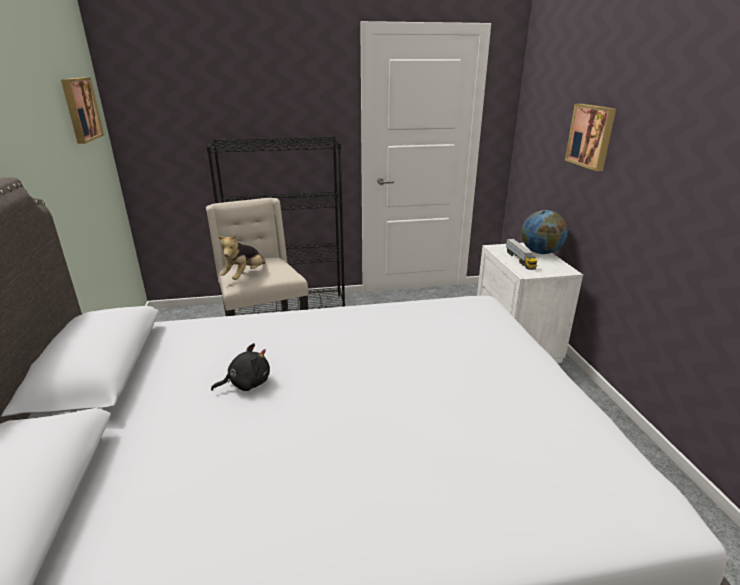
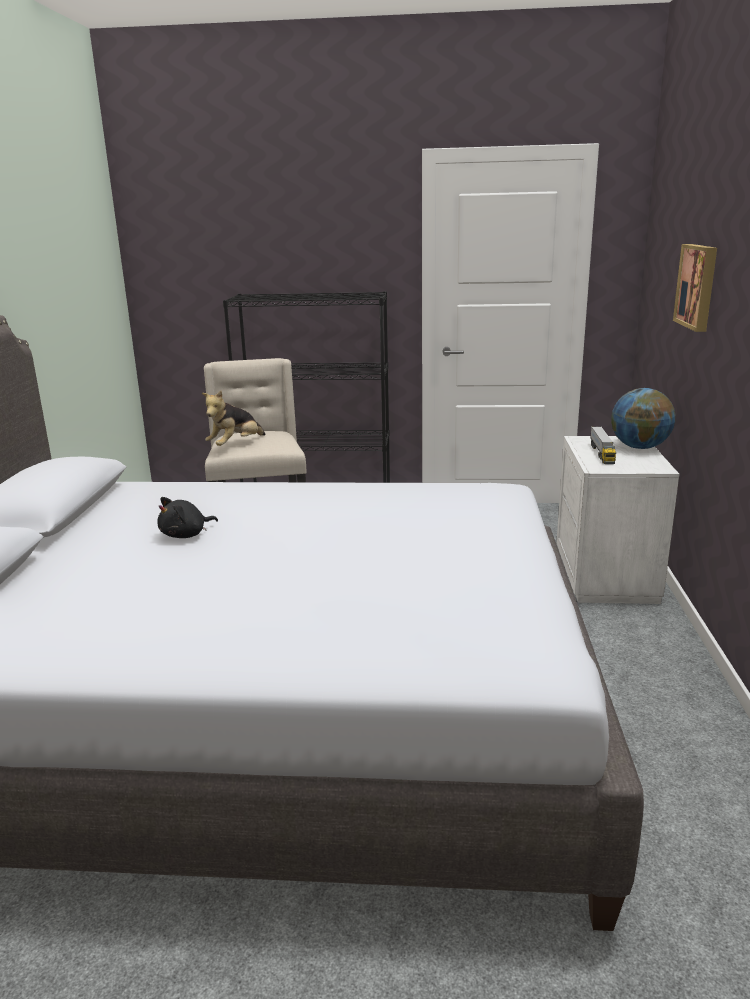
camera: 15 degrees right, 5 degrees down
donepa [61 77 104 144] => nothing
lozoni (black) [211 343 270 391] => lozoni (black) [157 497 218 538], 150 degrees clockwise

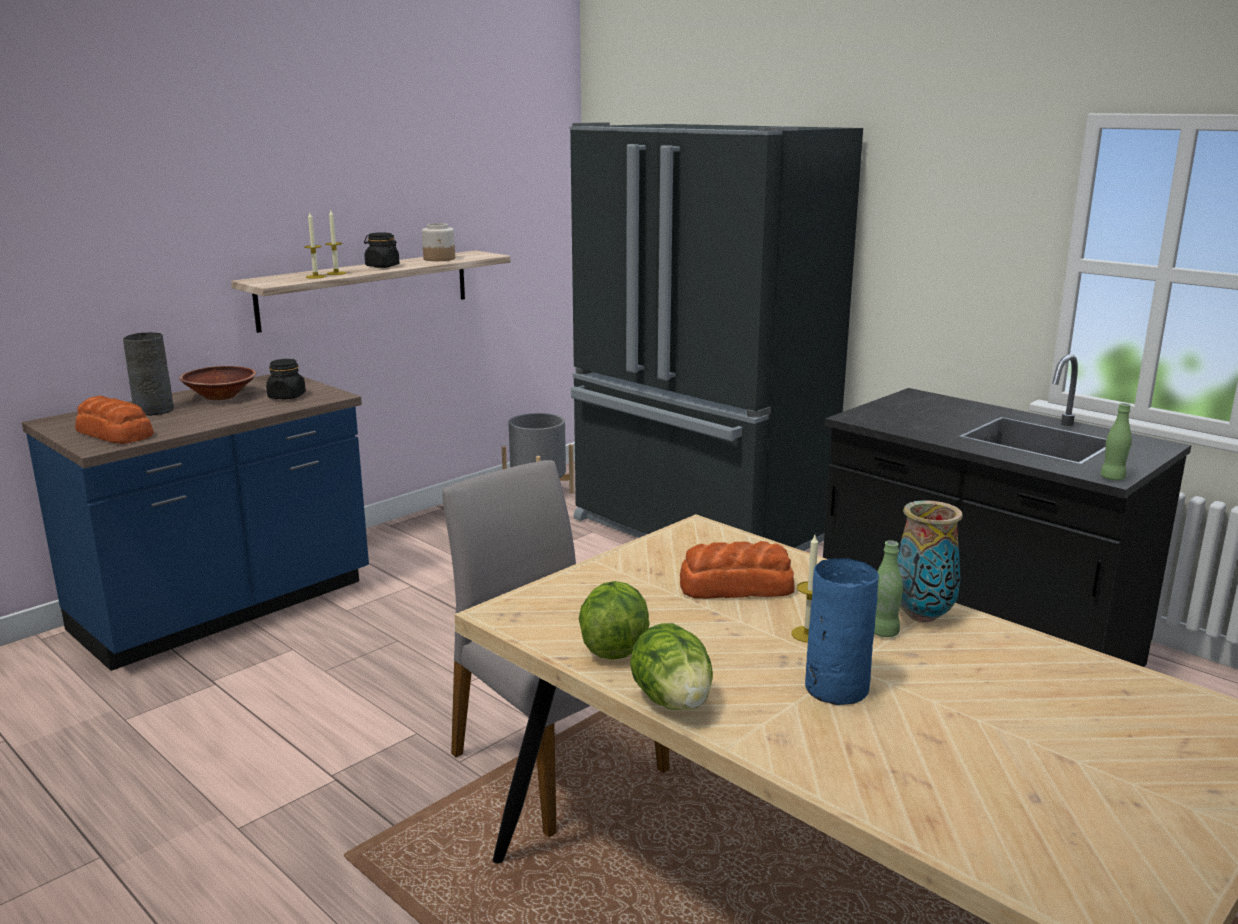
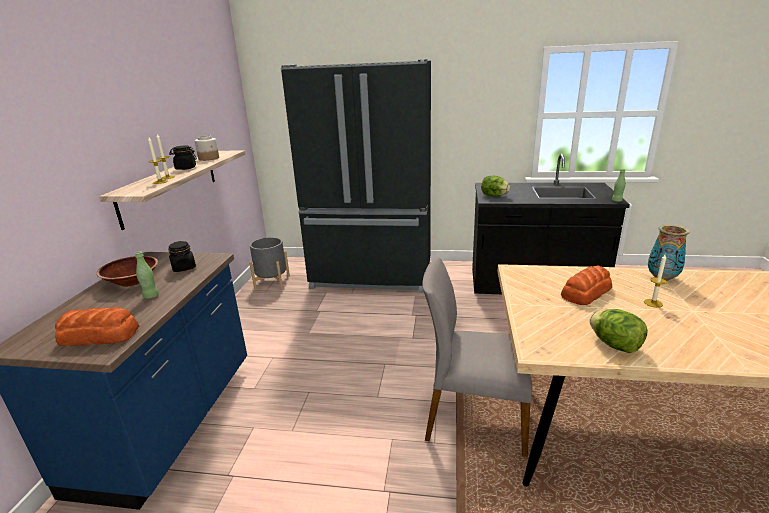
camera: 35 degrees left, 5 degrees up
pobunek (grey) [123 332 174 416] => nothing
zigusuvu [630 623 713 710] => zigusuvu [481 176 510 197], moved
pobunek (blue) [805 558 879 705] => nothing
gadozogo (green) [874 540 903 637] => gadozogo (green) [135 251 159 299], moved

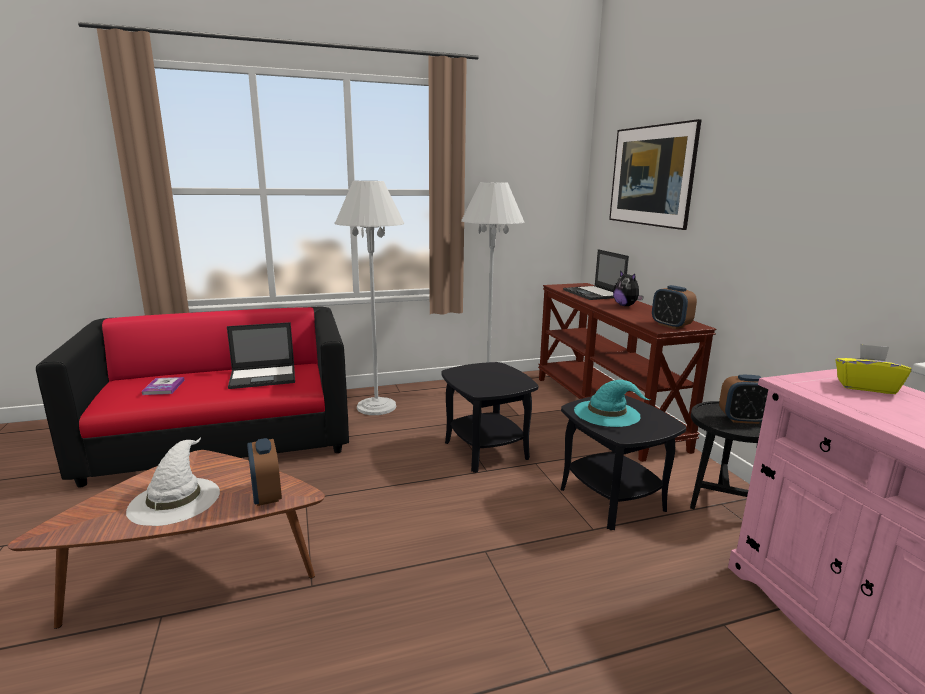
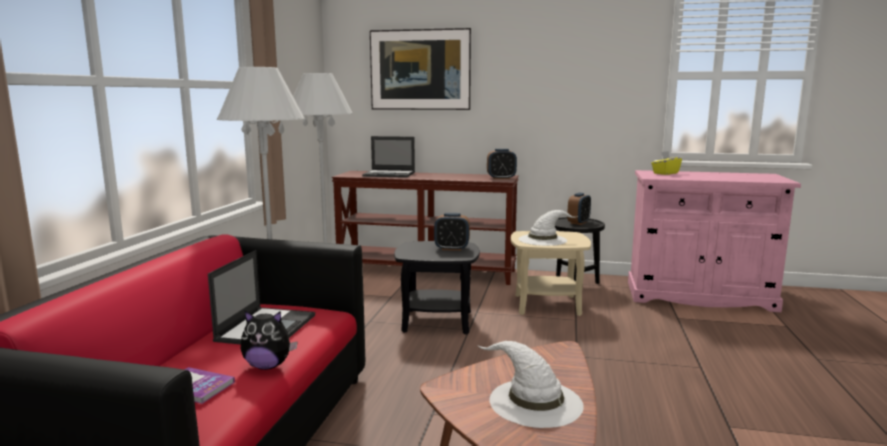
camera: 60 degrees left, 5 degrees down
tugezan [247 438 282 506] => tugezan [434 213 470 251], moved
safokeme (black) [561 395 686 530] => safokeme (beige) [510 231 591 316]
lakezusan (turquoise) [574 380 650 427] => lakezusan (white) [518 210 578 246]
lozoni [613 270 644 306] => lozoni [241 310 298 370], moved

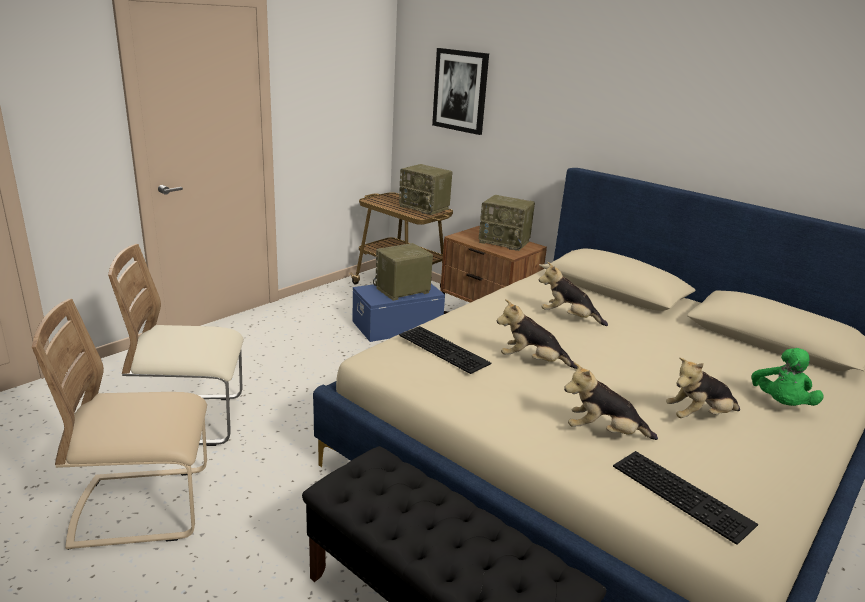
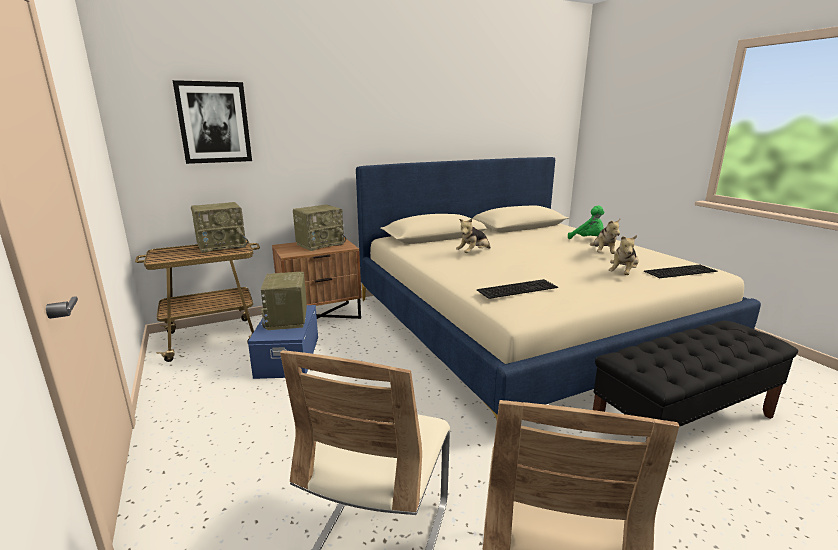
camera: 65 degrees left, 5 degrees down
lozoni [497 299 577 369] => nothing

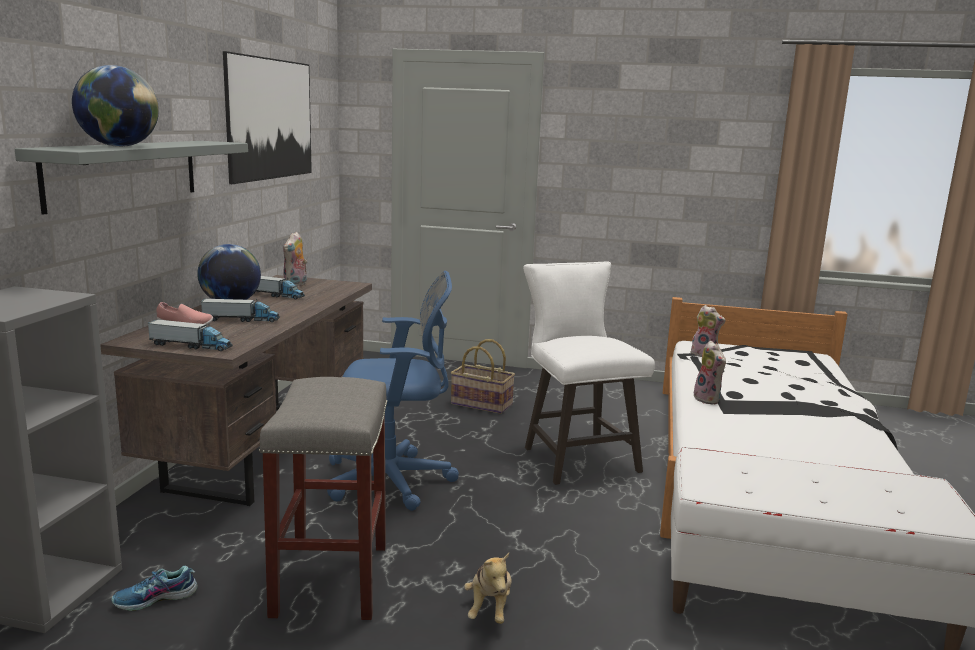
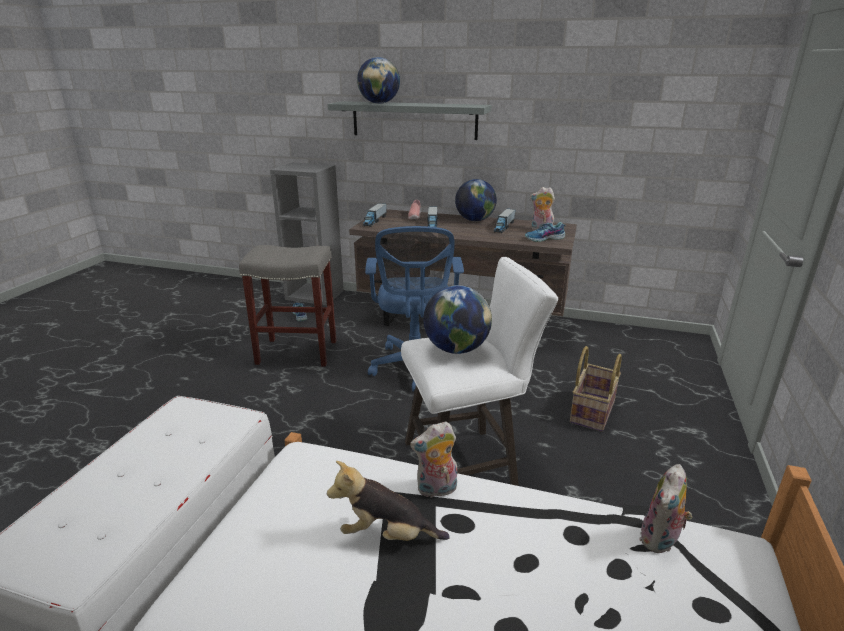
camera: 95 degrees right, 10 degrees up
donepa [223 51 312 184] => nothing
lozoni [464 553 512 624] => lozoni [327 461 450 541], moved
nothing => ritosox [423 285 492 354]
nothing => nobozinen [525 222 566 242]

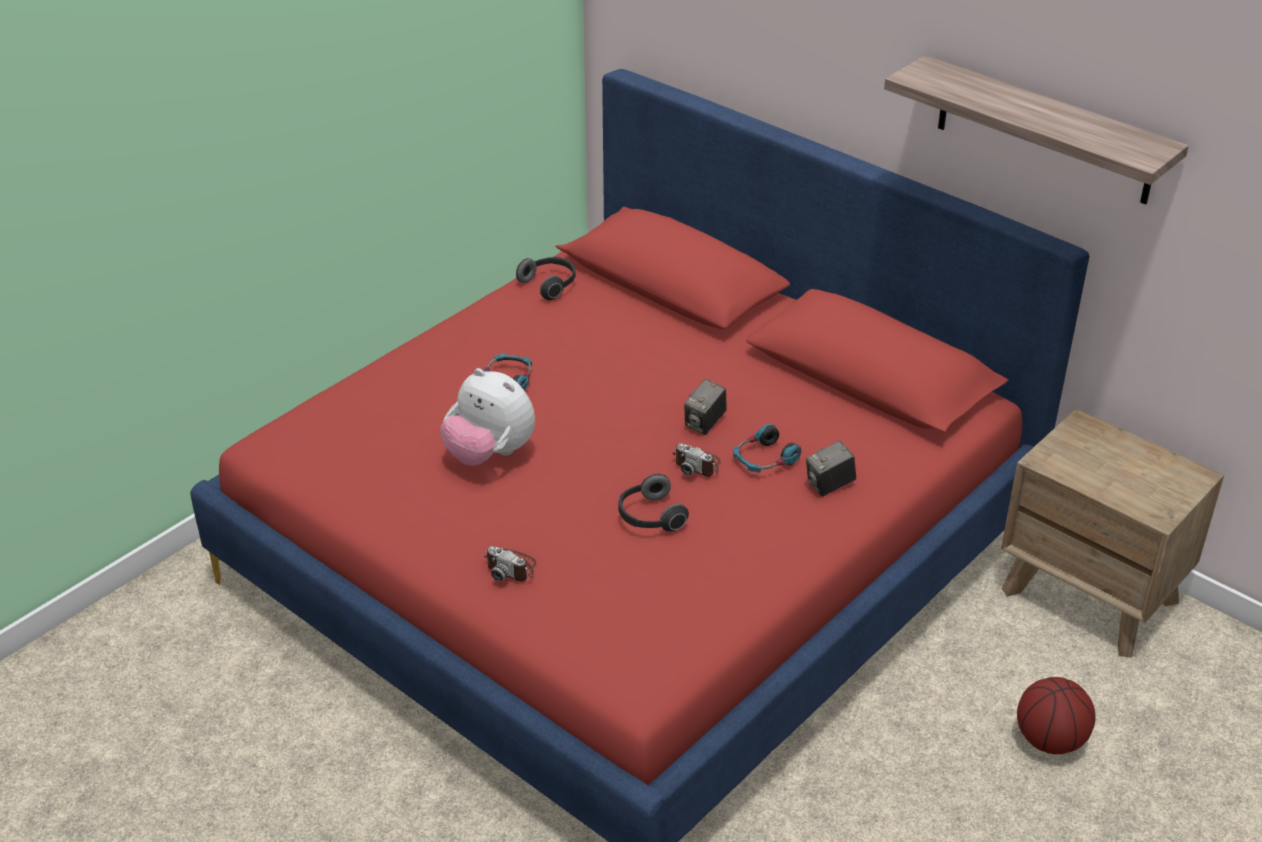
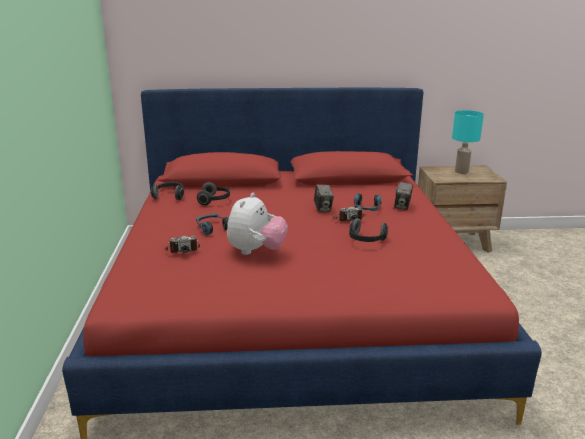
camera: 45 degrees left, 15 degrees down
lozoni [440 368 535 465] => lozoni [227 193 288 255], 60 degrees counterclockwise
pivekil [484 546 537 582] => pivekil [165 235 200 253], moved
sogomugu [884 55 1189 205] => nothing
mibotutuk [1017 677 1096 754] => nothing
nothing => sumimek [197 182 230 205]
nothing => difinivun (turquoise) [452 110 484 174]

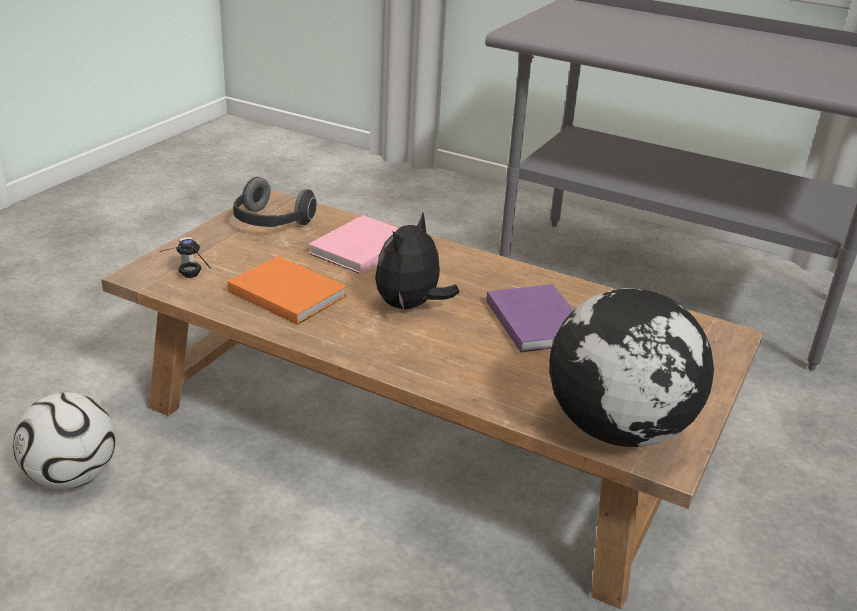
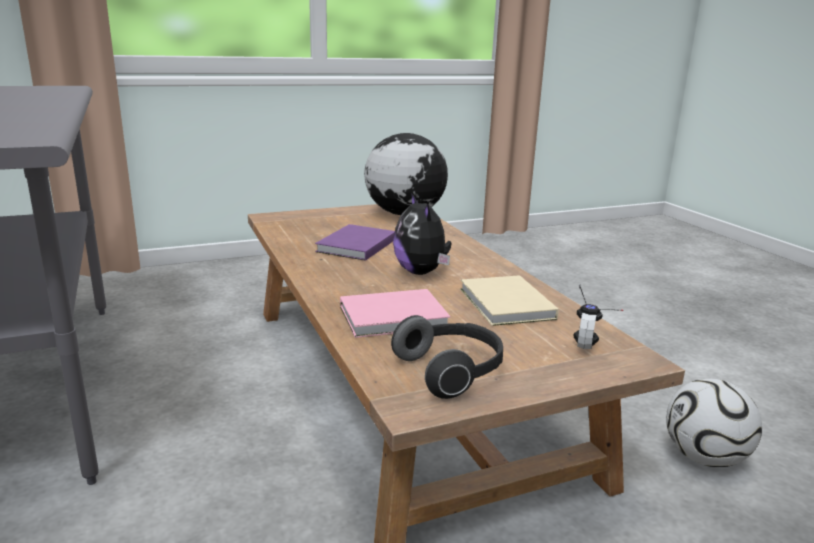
camera: 140 degrees left, 10 degrees down
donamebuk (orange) [227 256 347 325] => donamebuk (beige) [460 275 559 326]
lozoni [375 212 460 309] => lozoni [393 193 452 275], 90 degrees clockwise

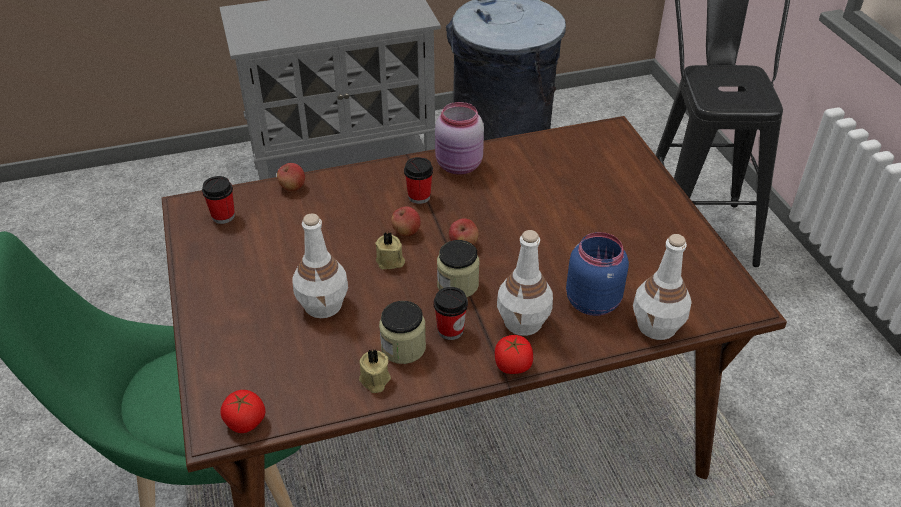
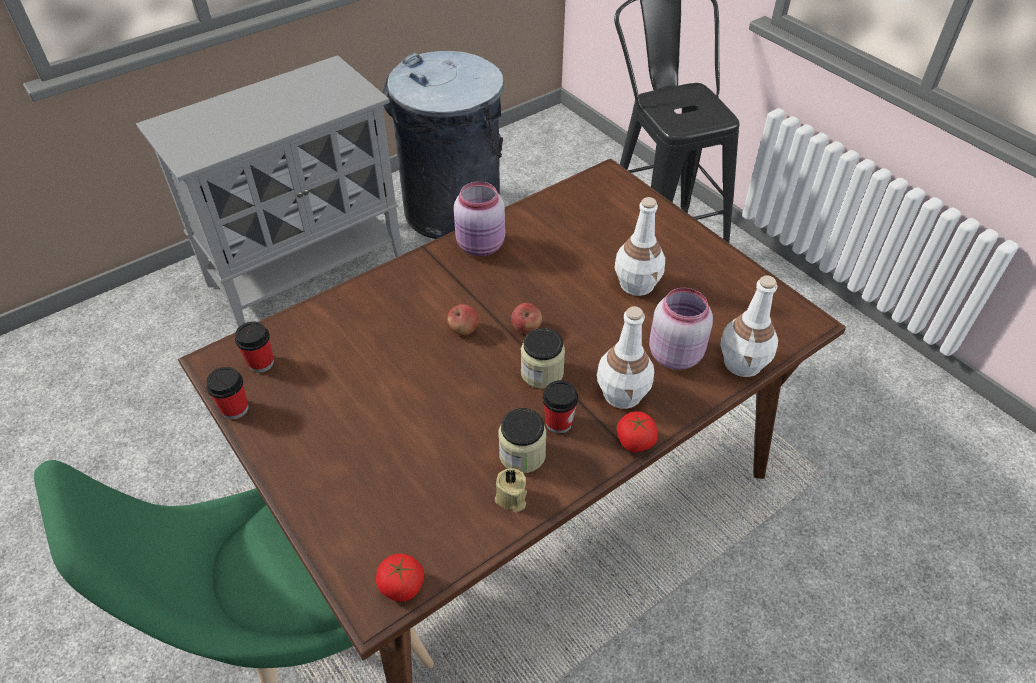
camera: 20 degrees left, 5 degrees up
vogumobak [277 163 305 191] => nothing
gadozogo (white) [293 213 348 318] => gadozogo (white) [615 197 665 296], moved
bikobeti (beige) [375 232 405 269] => nothing
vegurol [404 157 433 204] => vegurol [206 367 248 420], moved
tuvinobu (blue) [566 232 629 316] => tuvinobu (pink) [649 288 713 370]

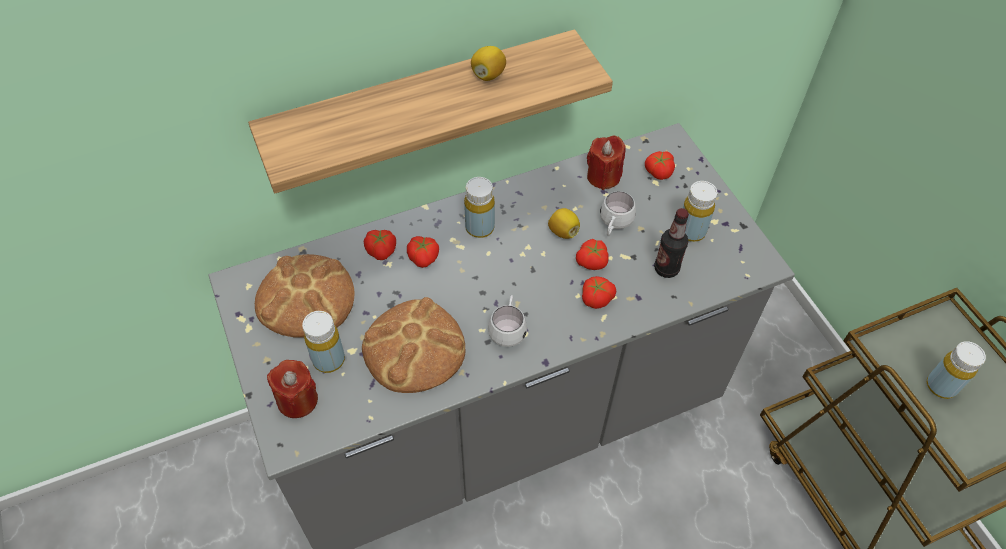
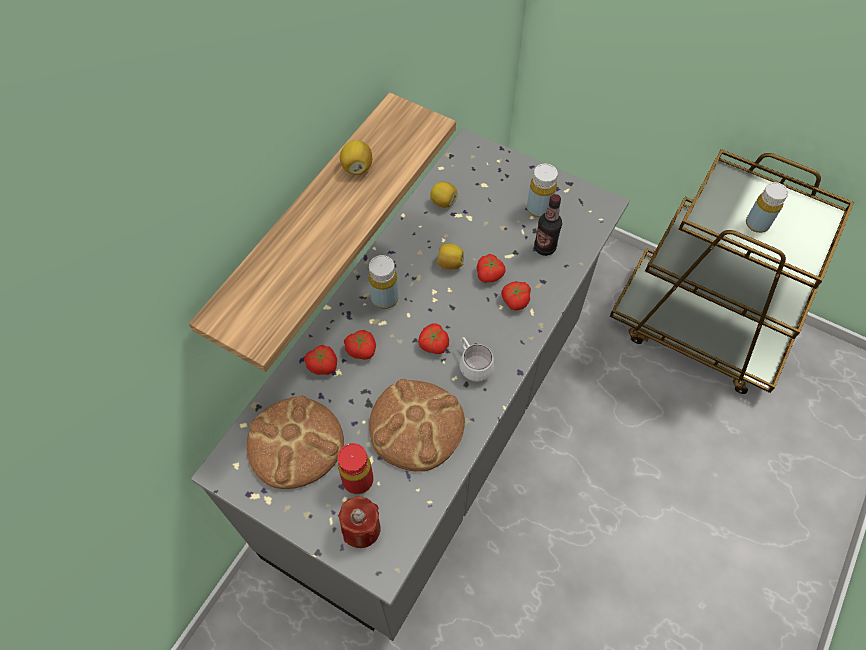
camera: 35 degrees left, 5 degrees up
gadozogo (yellow) [302 311 345 373] => gadozogo (red) [337 443 373 494]
bikobeti (red) [587 136 626 190] => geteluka [430 182 458 208]
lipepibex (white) [600 191 636 236] => nothing
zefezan [645 151 675 180] => zefezan [418 323 449 354], moved

